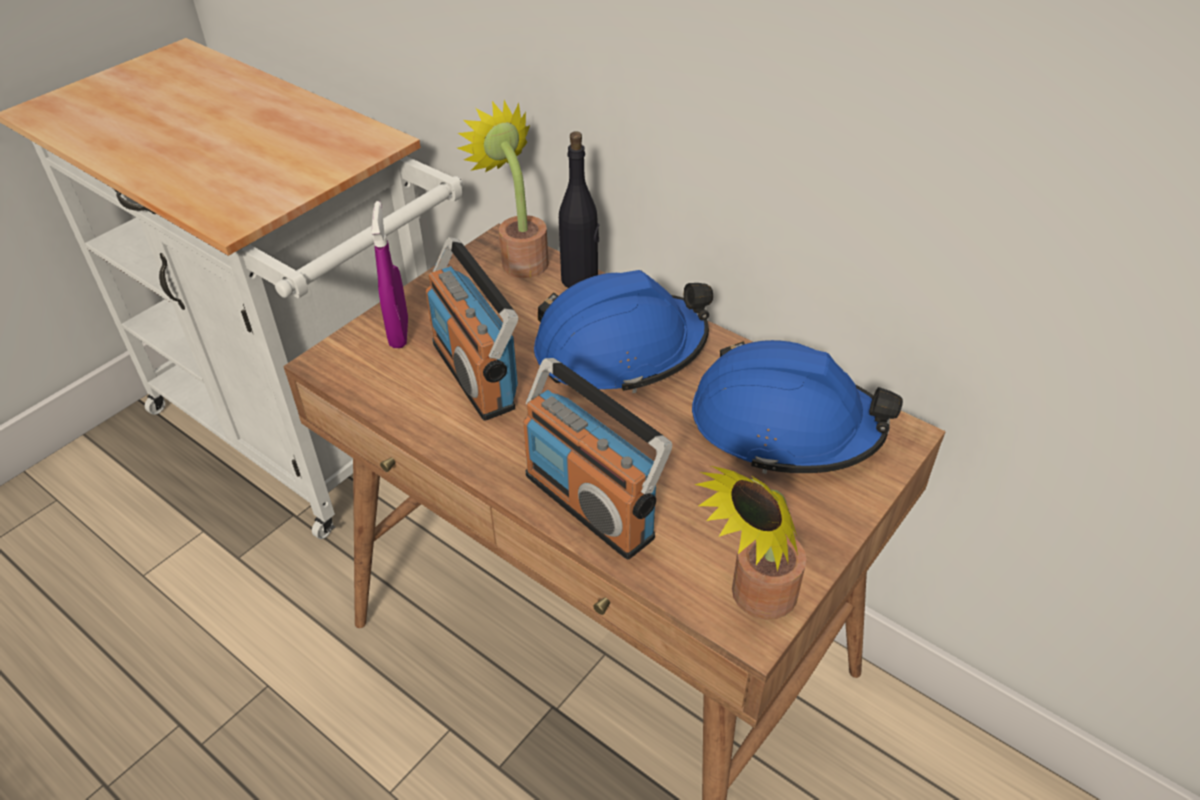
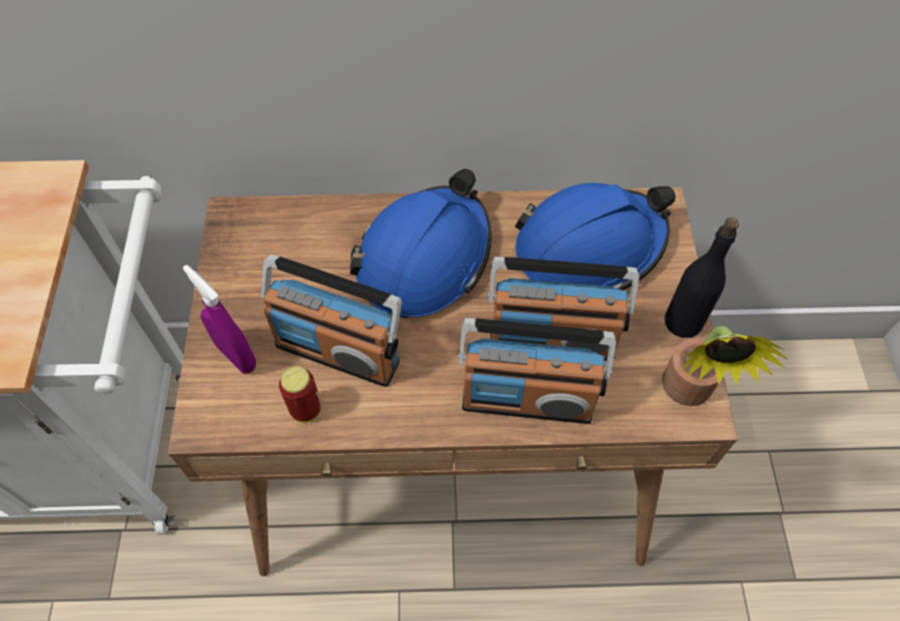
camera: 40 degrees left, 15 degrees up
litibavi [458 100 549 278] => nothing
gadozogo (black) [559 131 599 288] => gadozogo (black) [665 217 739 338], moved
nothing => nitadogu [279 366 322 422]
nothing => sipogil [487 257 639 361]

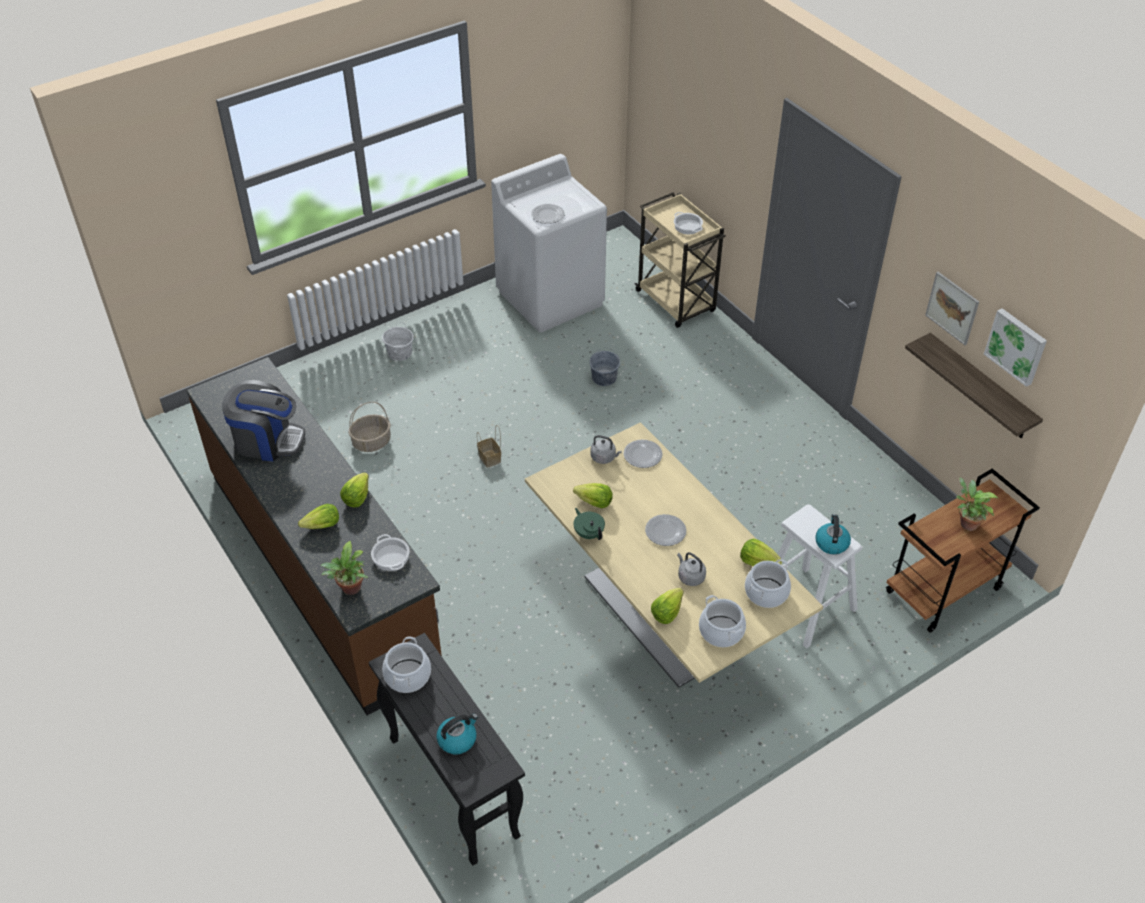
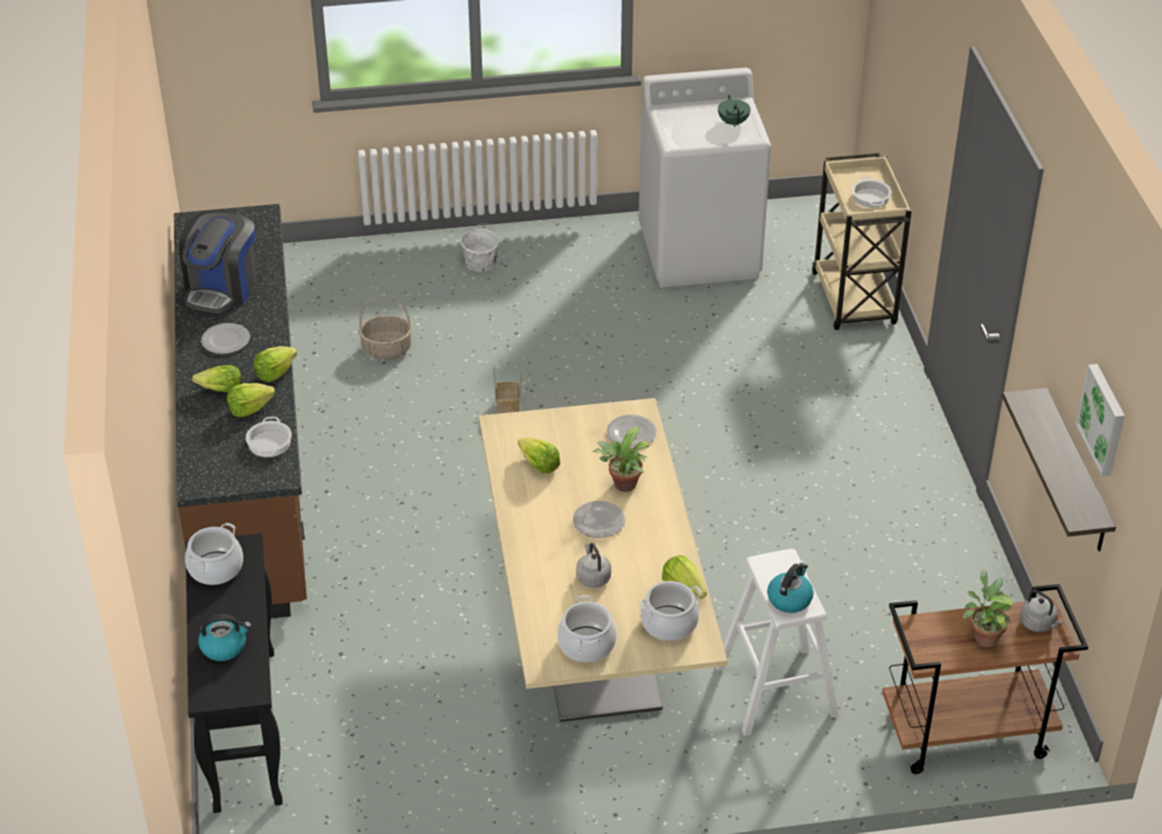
camera: 25 degrees right, 5 degrees down
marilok [222 380 305 462] => marilok [179 210 256 313], 75 degrees clockwise
litibavi [321 541 368 595] => litibavi [593 427 649 492], moved
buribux [531 204 564 224] => buribux [201 323 250 354], moved
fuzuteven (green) [574 508 605 540] => fuzuteven (green) [718 95 750 127], moved
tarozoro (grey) [589 348 620 386] => nothing
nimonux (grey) [590 435 622 464] => nimonux (grey) [1020 590 1063 632], moved
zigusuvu [651 588 684 624] => zigusuvu [227 383 275 418], moved
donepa [925 272 979 345] => nothing

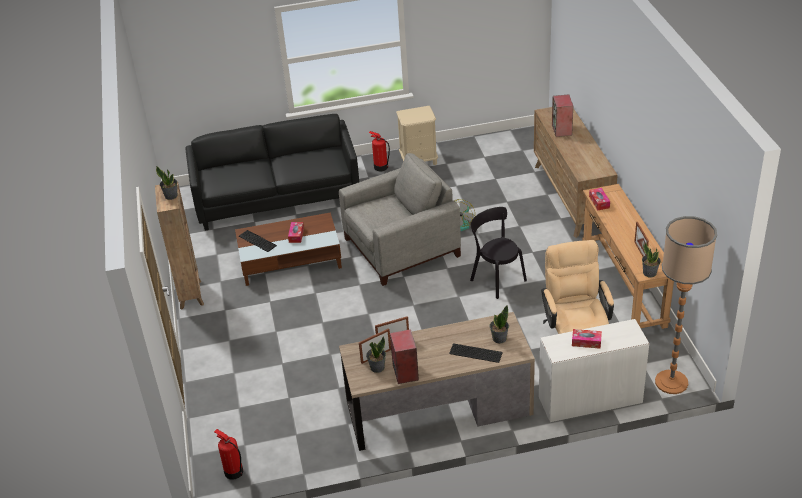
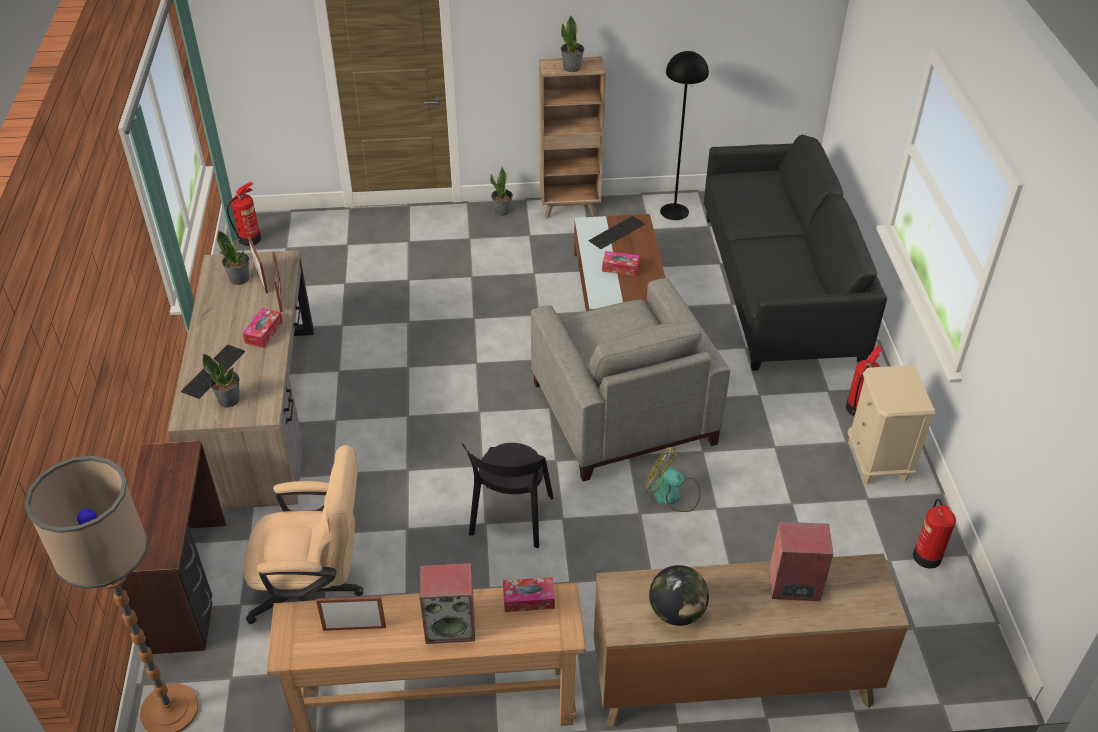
camera: 95 degrees right, 5 degrees up
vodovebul [390 329 419 384] => vodovebul [420 563 475 644], moved
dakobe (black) [470 207 527 299] => dakobe (black) [462 443 554 548], 135 degrees clockwise
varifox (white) [539 319 649 422] => varifox (brown) [121 441 226 654]
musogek [572 329 602 349] => musogek [243 308 283 348], moved
litibavi [642 242 661 277] => litibavi [490 166 513 216], moved
nothing => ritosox [649 565 709 626]
nothing => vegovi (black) [660 51 709 220]
nothing => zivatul [913 499 956 569]

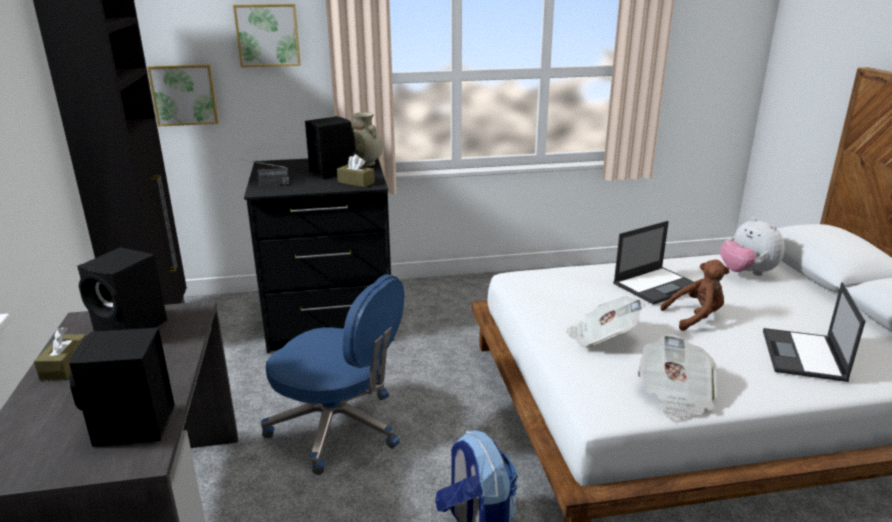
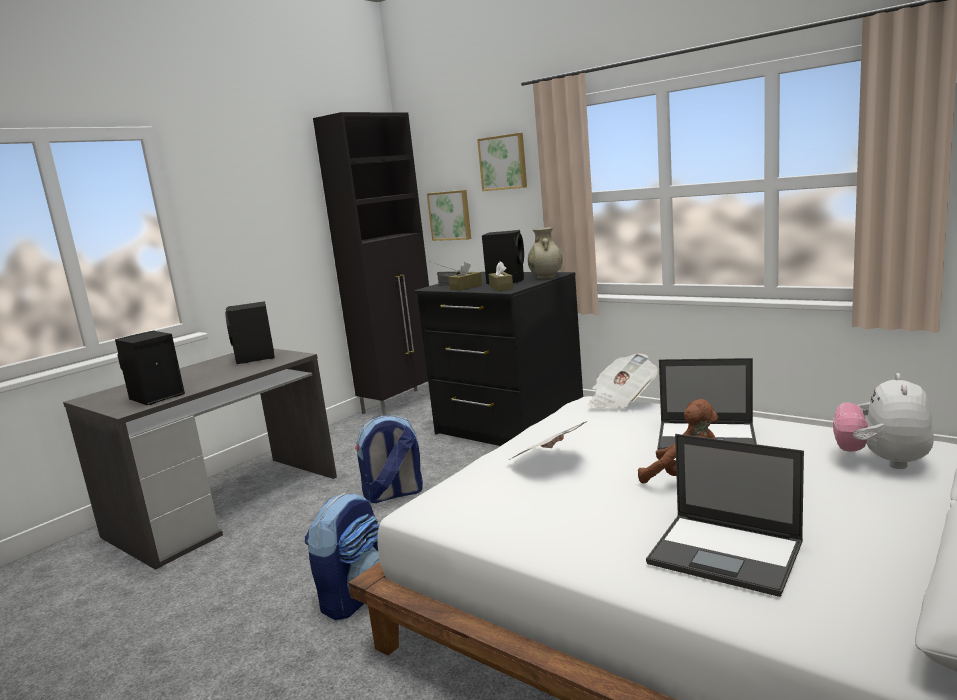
camera: 50 degrees right, 10 degrees down
musogek (brown) [34 327 86 380] => musogek (brown) [448 262 482 291], moved
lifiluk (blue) [261 274 404 475] => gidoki [355 416 423 503]
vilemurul [638 334 717 420] => vilemurul [588 353 658 408], moved
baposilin [763 282 865 382] => baposilin [646 434 804 597], 120 degrees counterclockwise

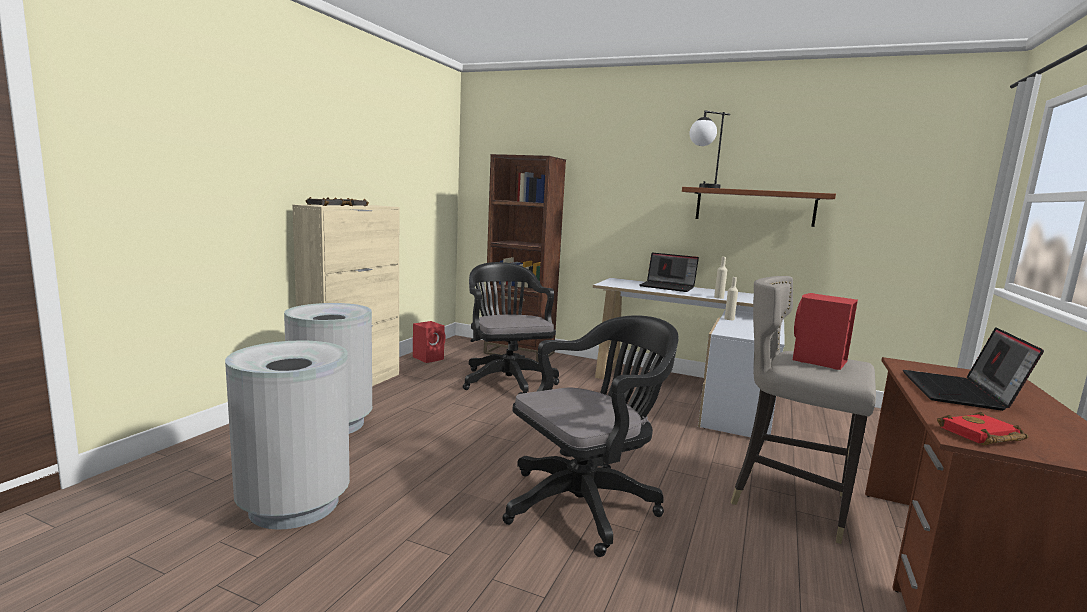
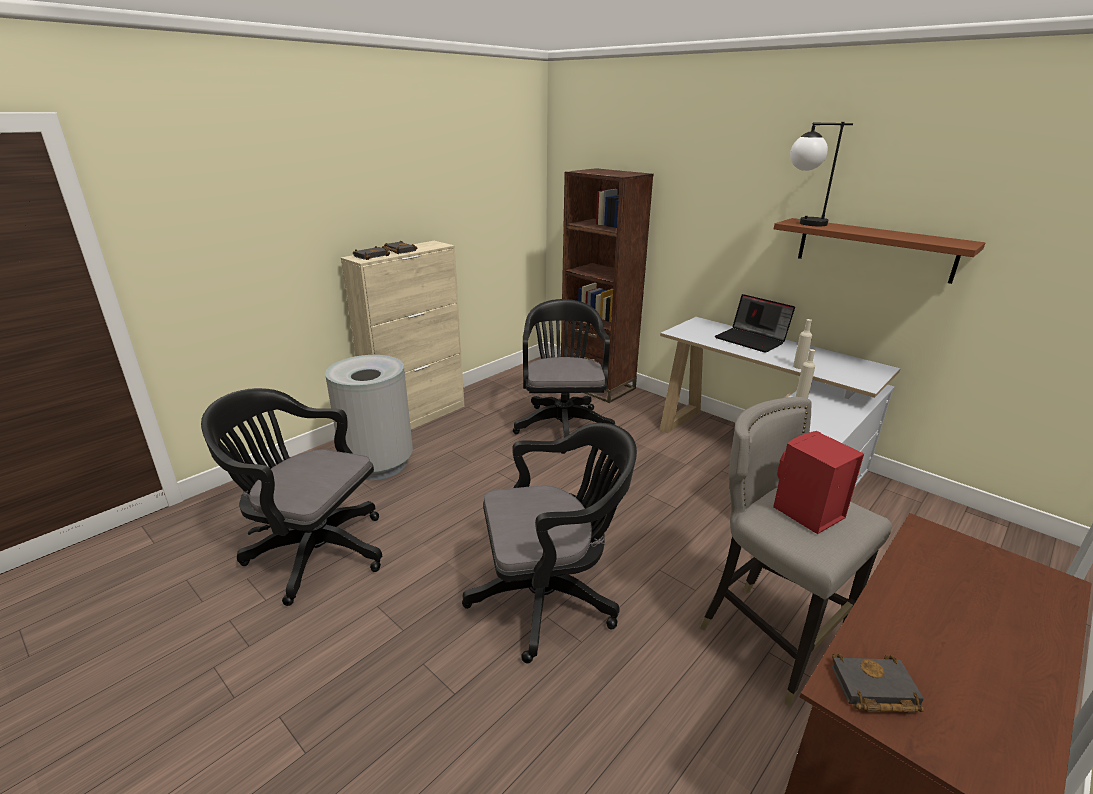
camera: 20 degrees right, 15 degrees up
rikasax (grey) [225 341 350 530] => lifiluk (black) [201 388 382 606]
vodovebul (red) [413 321 445 363] => nothing
baposilin [903 327 1044 411] => nothing
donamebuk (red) [937 412 1028 445] => donamebuk (black) [831 654 924 712]

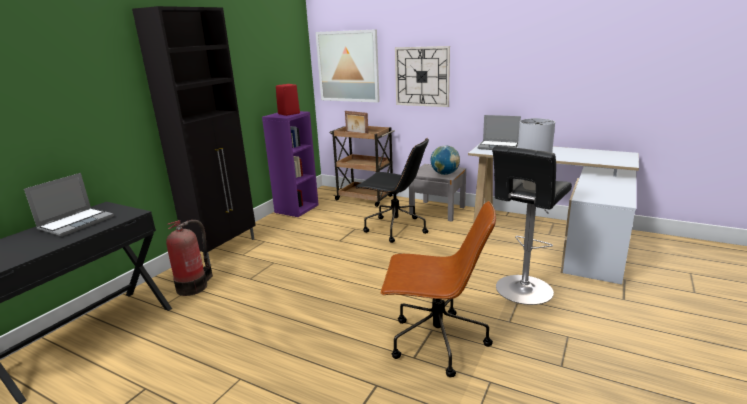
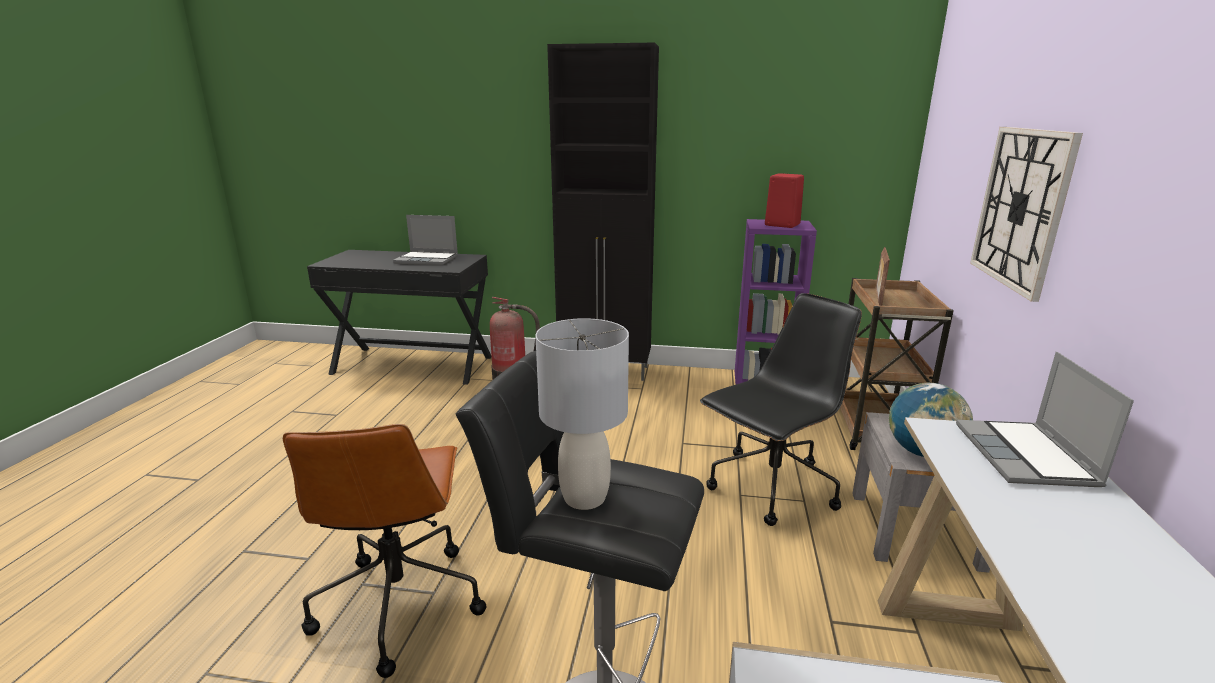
camera: 70 degrees right, 0 degrees up
donepa [316 29 380 103] => nothing
lifiluk (black) [355 137 429 243] => lifiluk (black) [700 293 862 526], 135 degrees counterclockwise

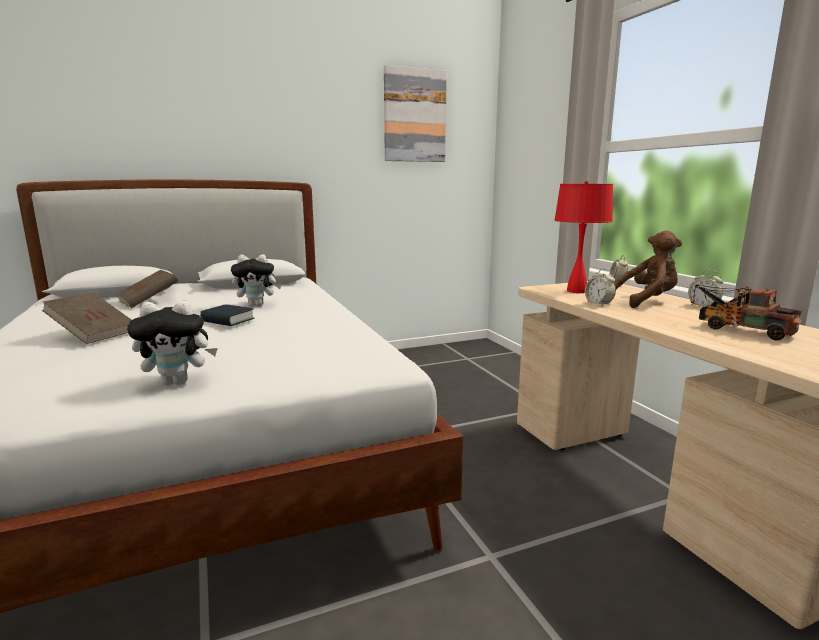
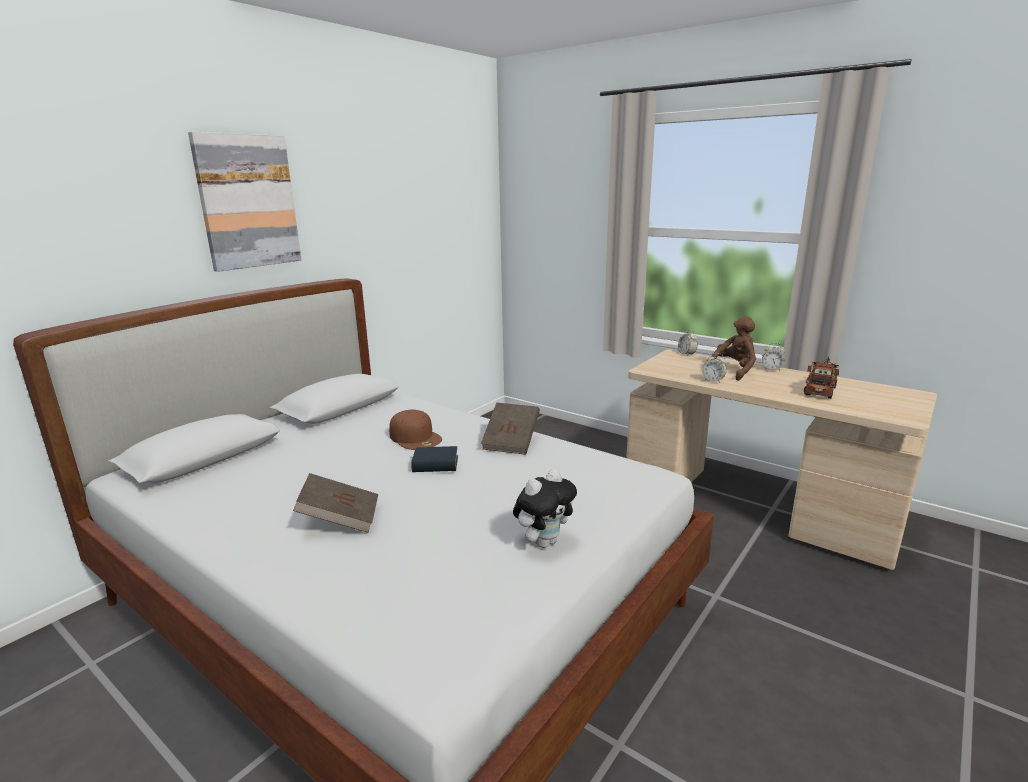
camera: 30 degrees left, 5 degrees up
donamebuk (brown) [115 270 178 308] => donamebuk (brown) [481 403 540 455], moved
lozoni [231 254 282 306] => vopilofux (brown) [389 409 442 450]
donepa [384 65 447 162] => donepa [188 132 301 272], moved
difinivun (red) [554 181 613 293] => nothing
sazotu [691 285 801 341] => sazotu [804 356 839 399], 105 degrees clockwise

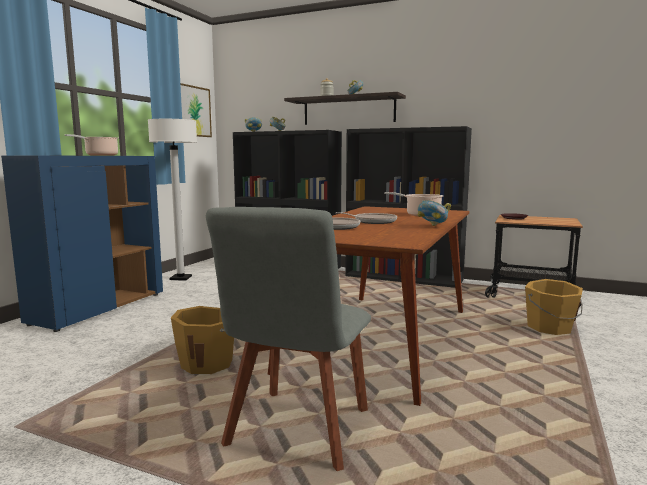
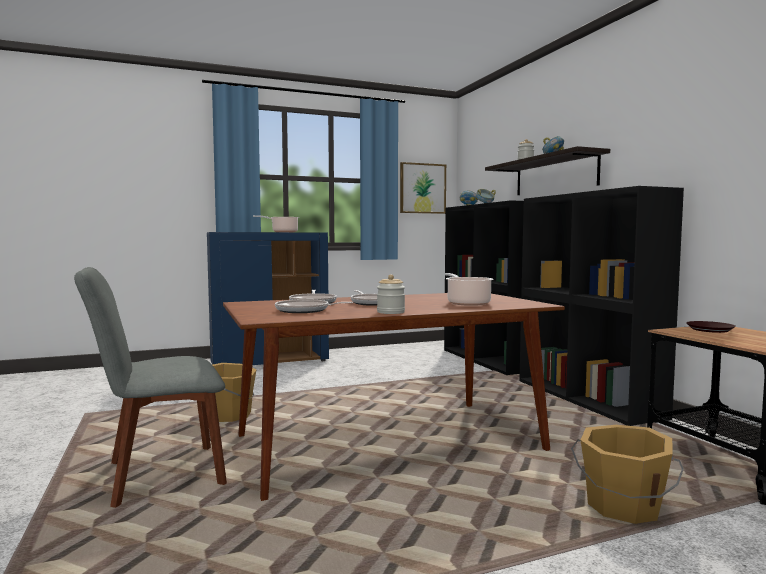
camera: 45 degrees right, 5 degrees down
vegovi (white) [148 119 197 280] => nothing
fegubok [418 200 451 226] => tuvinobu [377 274 405 314]
nothing => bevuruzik [275 299 353 313]

